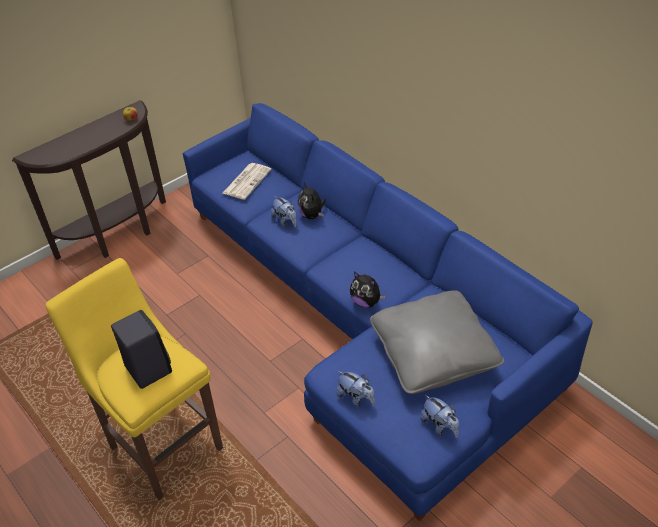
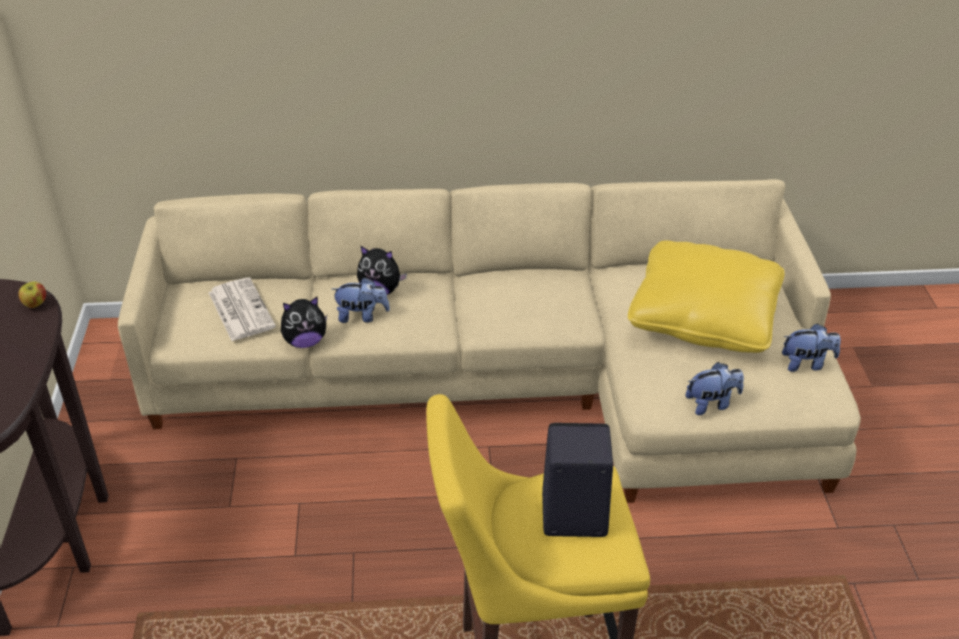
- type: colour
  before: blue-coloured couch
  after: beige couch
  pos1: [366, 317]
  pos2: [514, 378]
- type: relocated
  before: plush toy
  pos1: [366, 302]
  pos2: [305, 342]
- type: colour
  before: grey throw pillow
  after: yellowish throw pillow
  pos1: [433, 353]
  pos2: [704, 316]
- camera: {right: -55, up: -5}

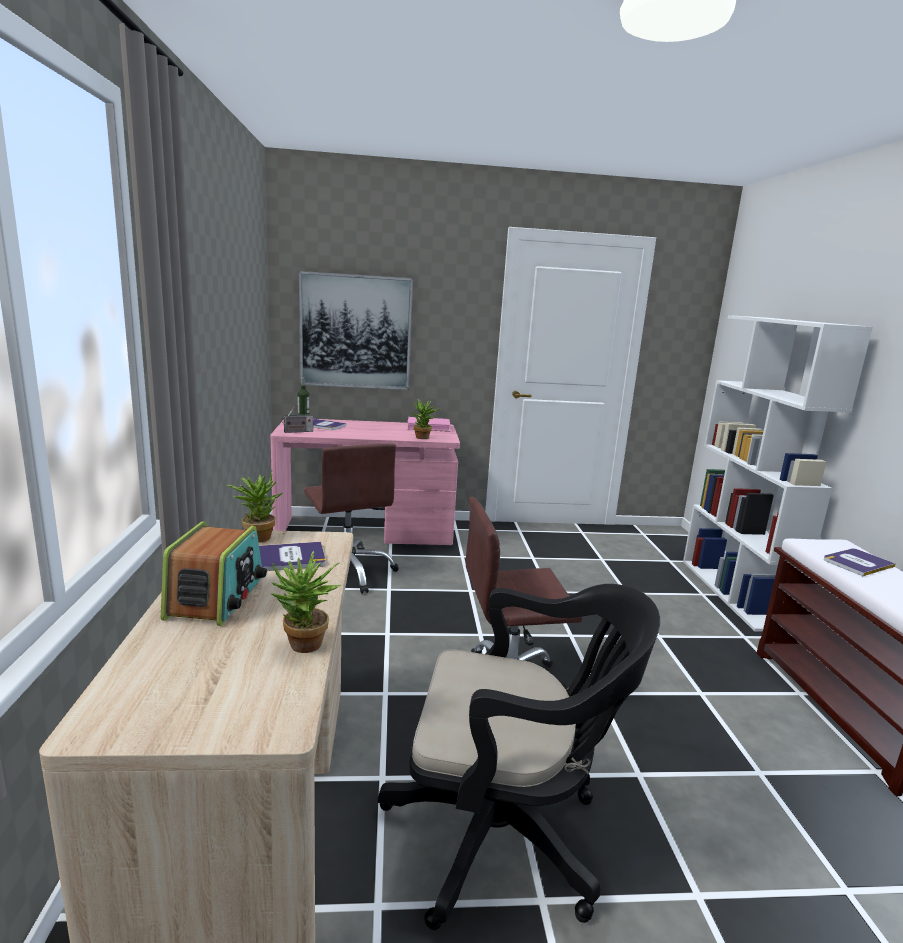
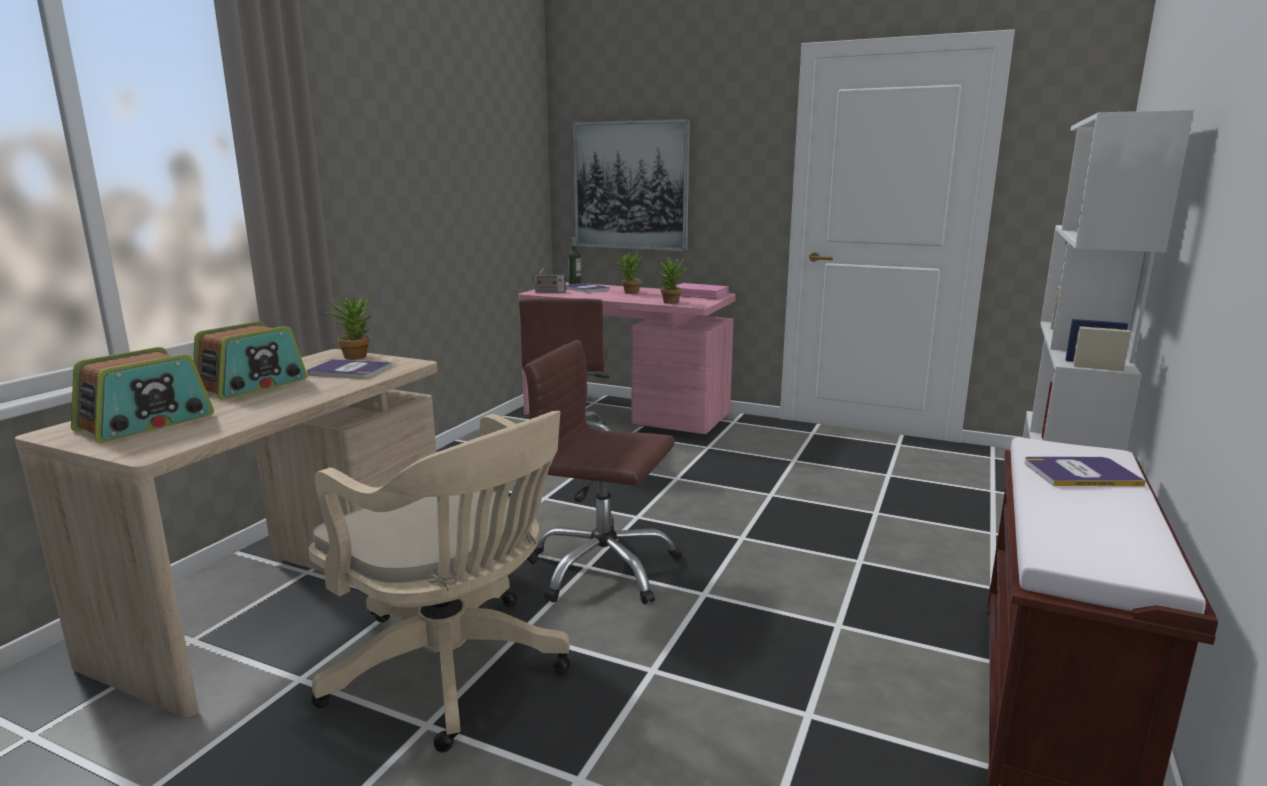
- type: relocated
  before: houseplant
  pos1: [303, 648]
  pos2: [629, 293]
- type: colour
  before: black-coloured office chair
  after: beige office chair
  pos1: [505, 835]
  pos2: [455, 671]
- type: appeared
  after: radio receiver
  pos2: [146, 423]
- camera: {right: 30, up: 0}

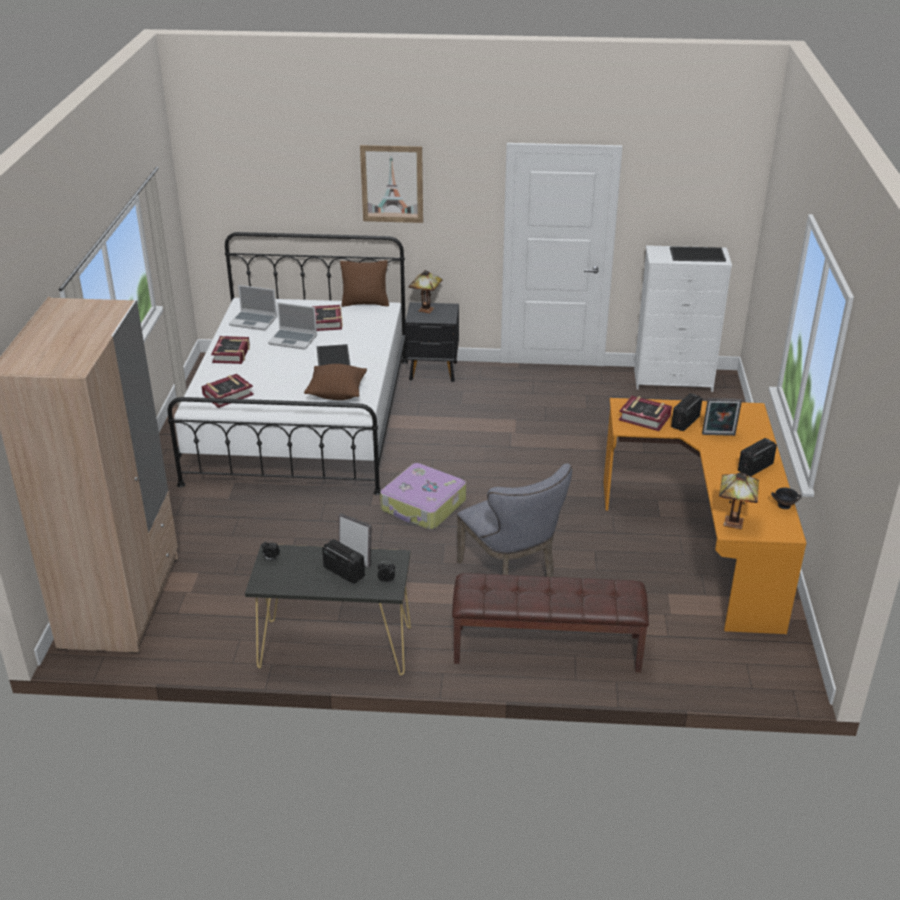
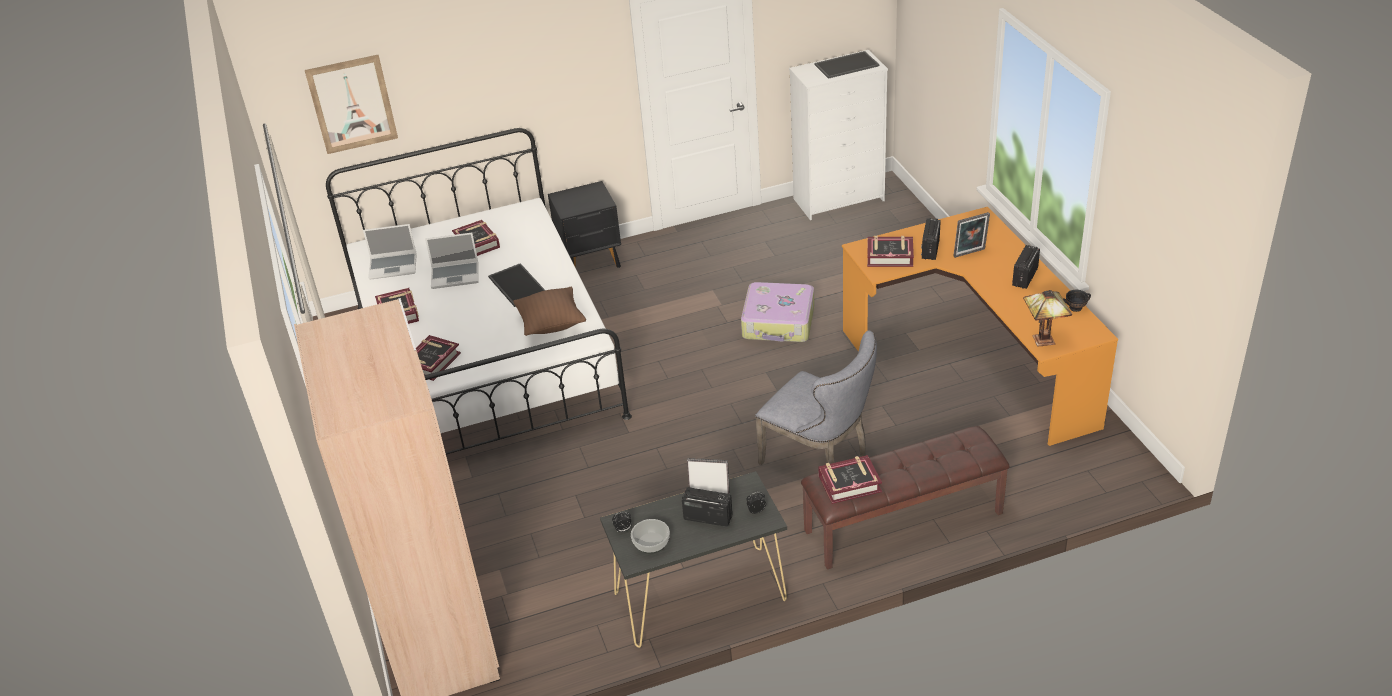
- type: relocated
  before: picture
  pos1: [392, 184]
  pos2: [352, 104]
- type: missing
  before: brown-coloured throw pillow
  pos1: [365, 303]
- type: missing
  before: lamp for a table
  pos1: [426, 310]
- type: relocated
  before: travel case
  pos1: [423, 506]
  pos2: [779, 322]
- type: appeared
  after: book
  pos2: [849, 483]
- type: appeared
  after: bowl
  pos2: [650, 543]
- camera: {right: -20, up: 5}

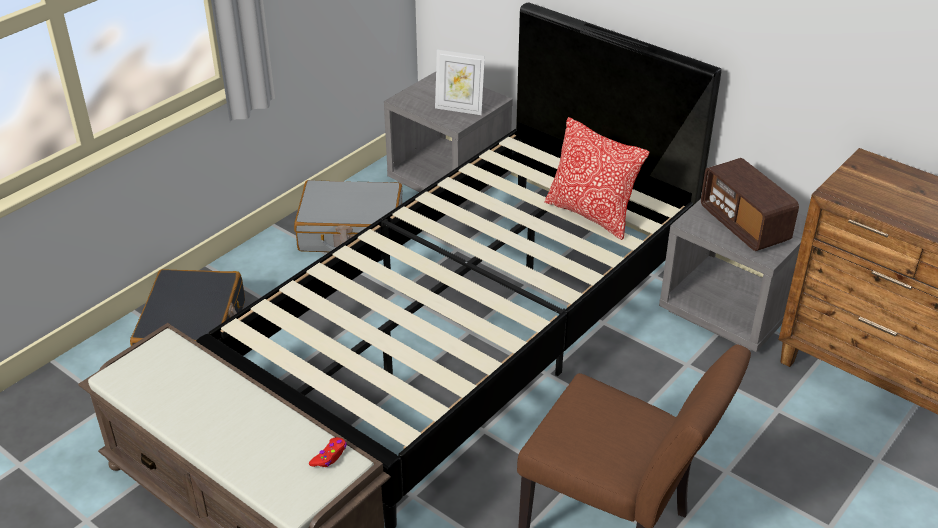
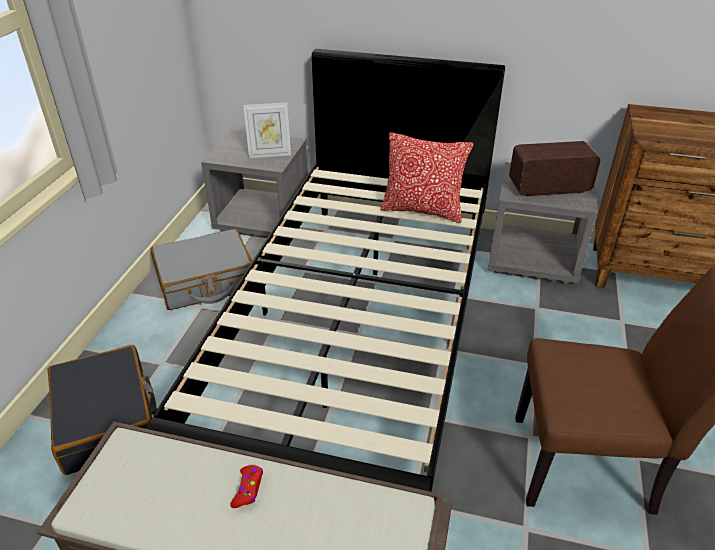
- type: spun
  before: radio receiver
  pos1: [744, 225]
  pos2: [549, 187]
  turn: 135
- type: relocated
  before: reddish game controller
  pos1: [329, 456]
  pos2: [248, 489]
- camera: {right: -25, up: 0}

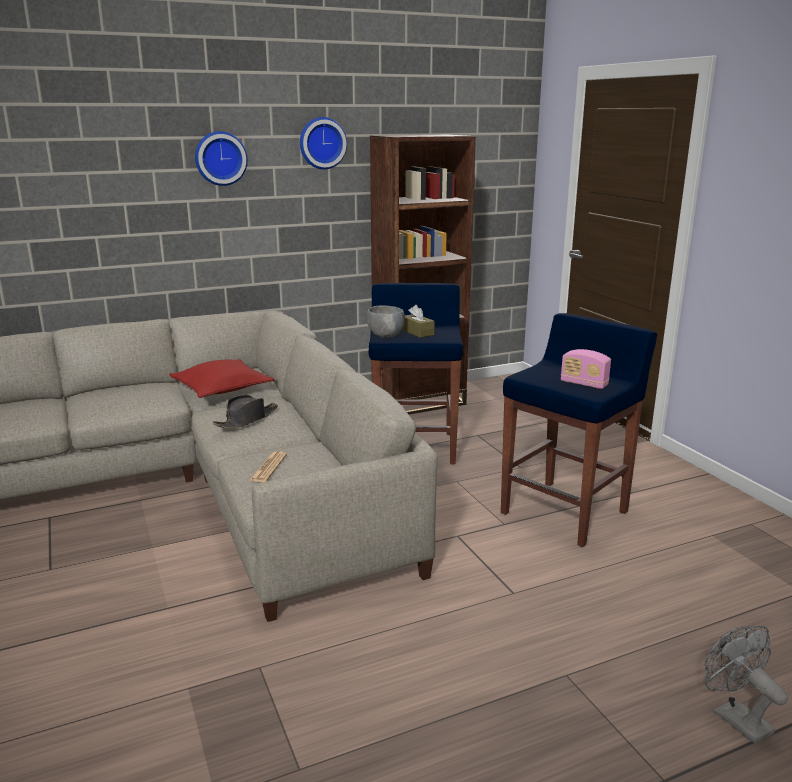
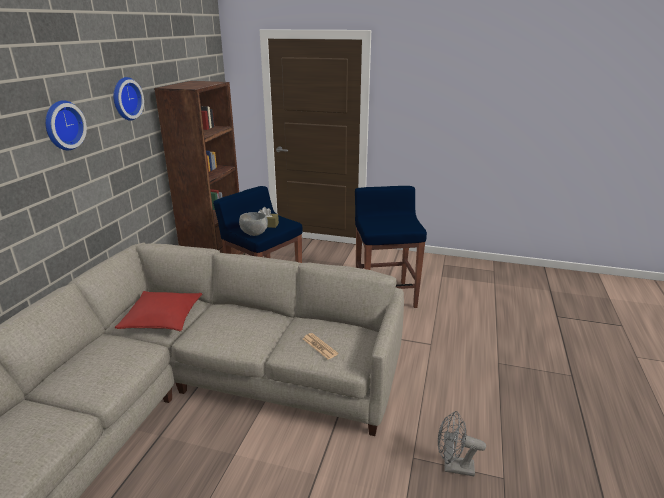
- type: missing
  before: radio receiver
  pos1: [584, 384]
- type: missing
  before: black-coloured wearable hat
  pos1: [247, 419]
- type: relocated
  before: grey cooling fan
  pos1: [734, 717]
  pos2: [453, 467]
- camera: {right: -50, up: 5}

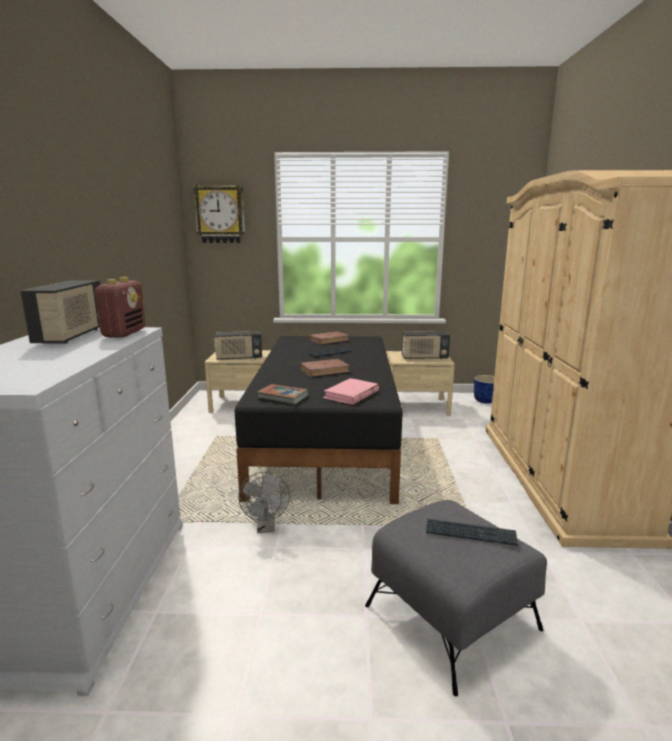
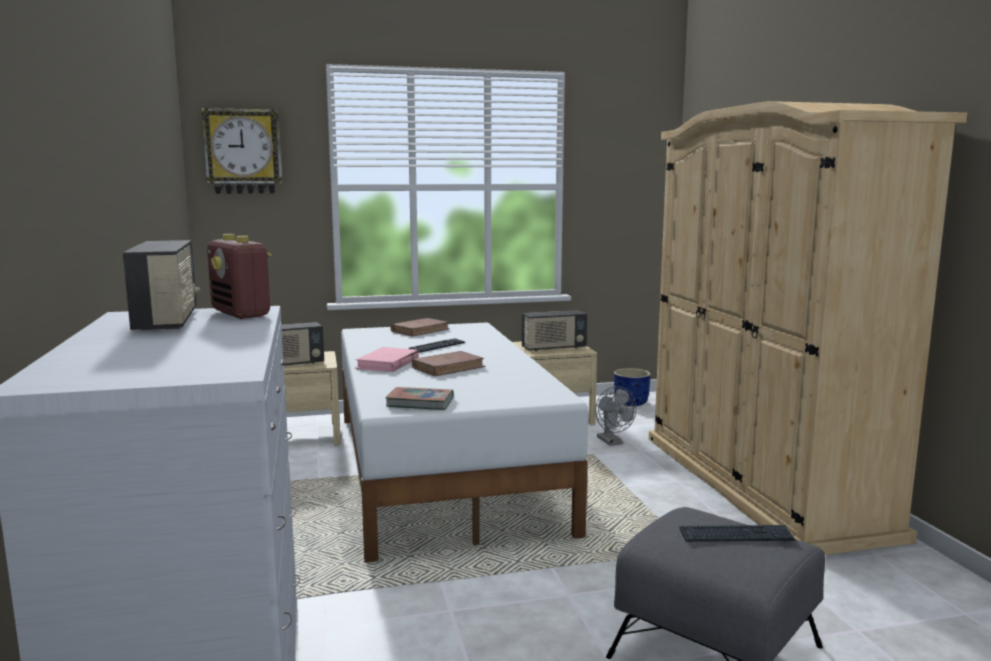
- type: spun
  before: radio receiver
  pos1: [124, 333]
  pos2: [241, 314]
  turn: 150
- type: colour
  before: black-coloured bed
  after: white bed
  pos1: [327, 437]
  pos2: [443, 468]
- type: relocated
  before: pinkish book
  pos1: [351, 394]
  pos2: [387, 363]
- type: relocated
  before: grey cooling fan
  pos1: [266, 527]
  pos2: [612, 442]
- camera: {right: -15, up: -5}

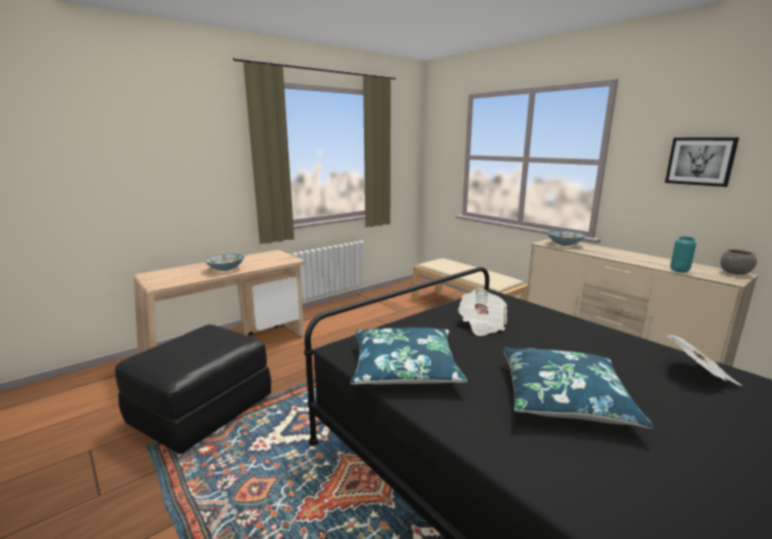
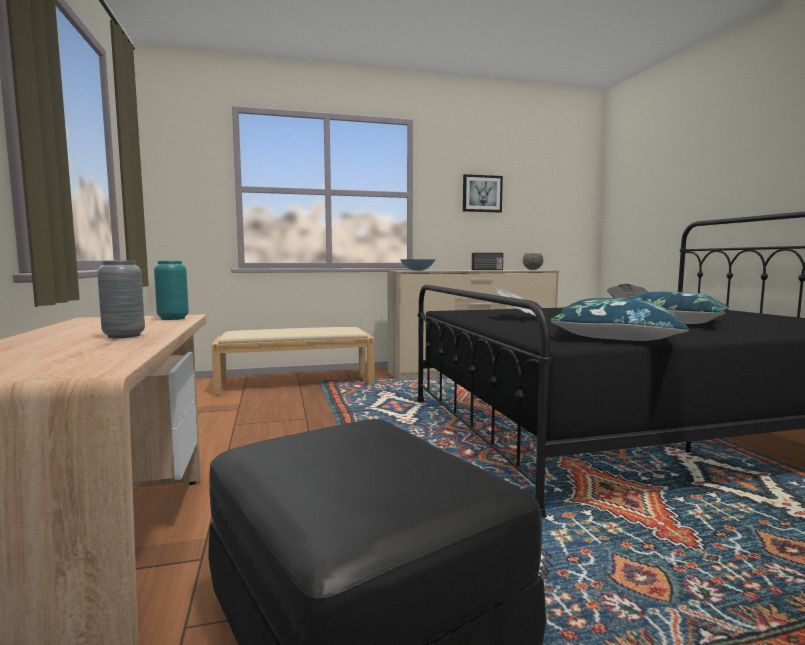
- type: relocated
  before: turquoise flower vase
  pos1: [679, 270]
  pos2: [173, 318]
- type: exchanged
  before: bowl
  after: grey flower vase
  pos1: [226, 269]
  pos2: [124, 336]
- type: appeared
  after: radio receiver
  pos2: [487, 270]
- camera: {right: -65, up: -10}

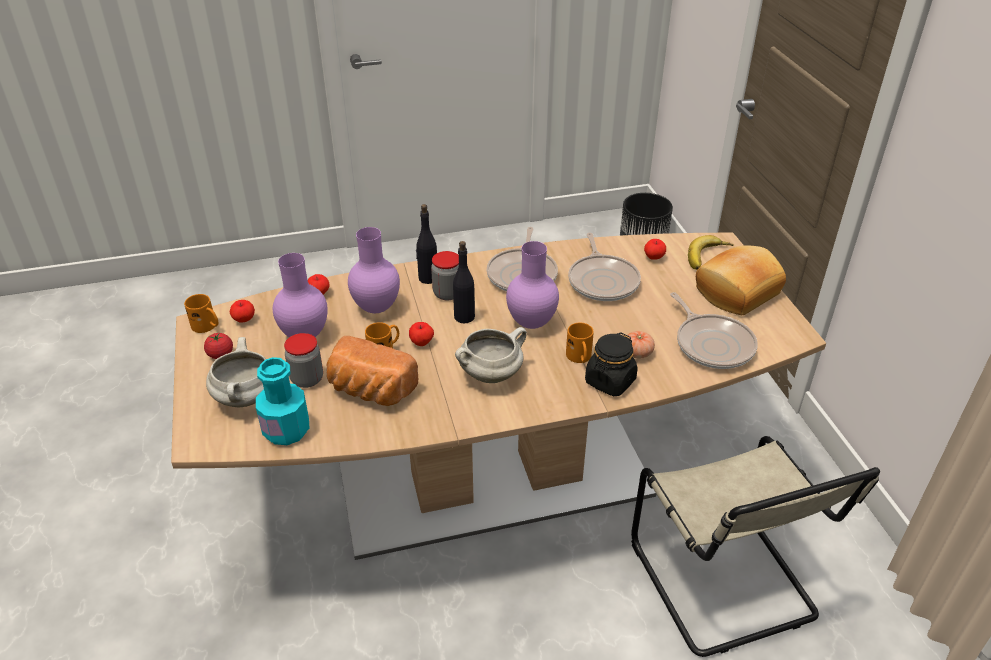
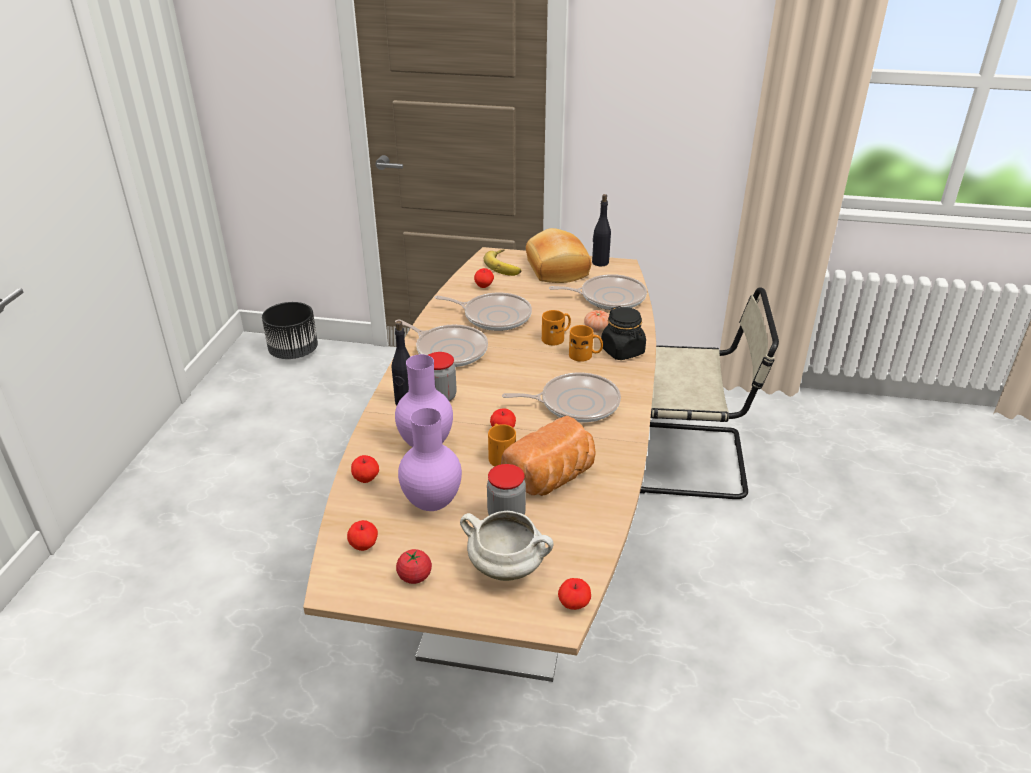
- type: relocated
  before: black-coloured beverage bottle
  pos1: [464, 317]
  pos2: [600, 262]
- type: missing
  before: purplish flower vase
  pos1: [530, 322]
- type: relocated
  before: orangey coffee mug
  pos1: [207, 326]
  pos2: [556, 338]
- type: exchanged
  before: white stockpot
  after: pan
  pos1: [491, 374]
  pos2: [575, 403]
- type: missing
  before: turquoise beverage bottle
  pos1: [286, 430]
- type: appeared
  after: whole apple
  pos2: [573, 605]
- camera: {right: -65, up: -5}

